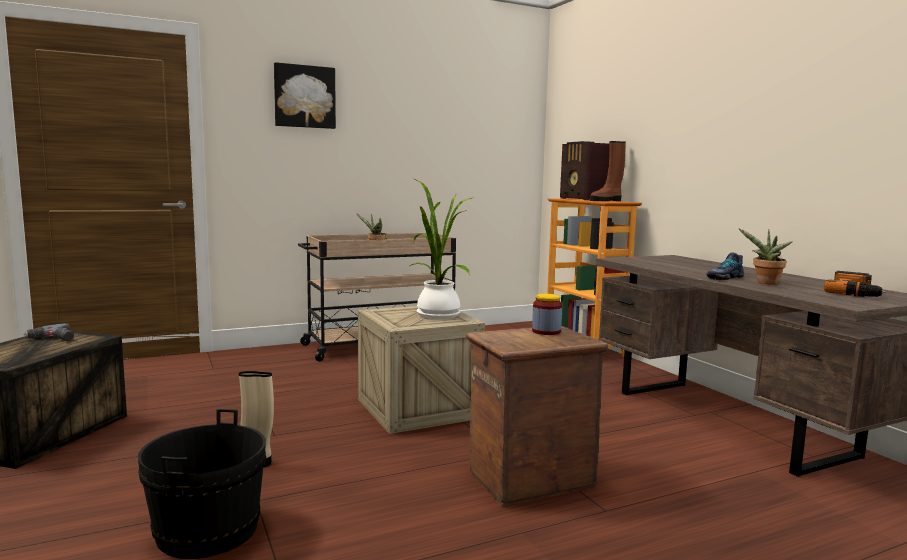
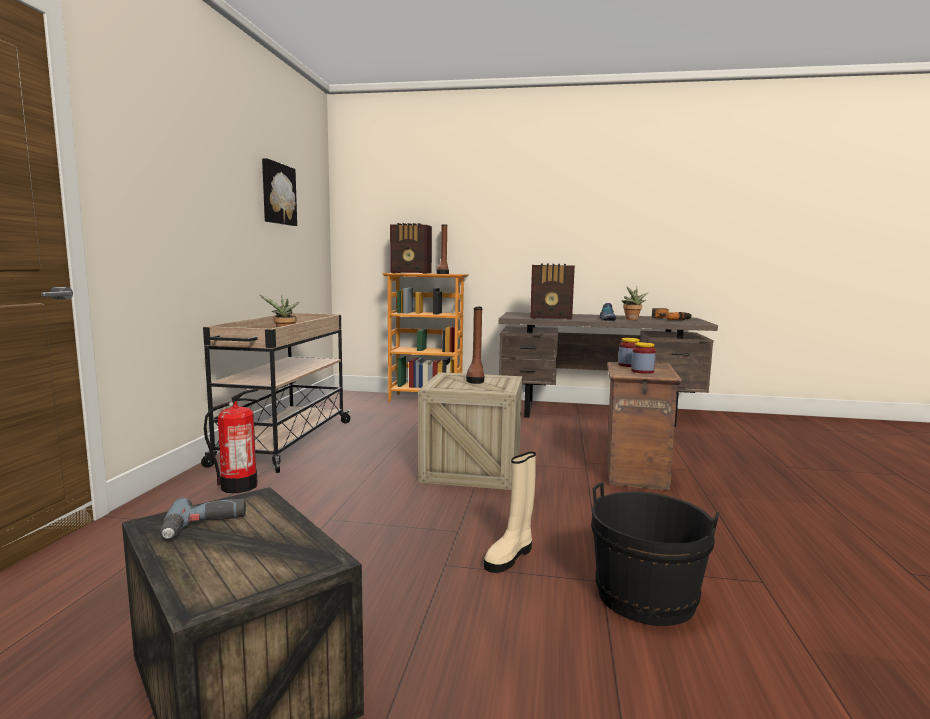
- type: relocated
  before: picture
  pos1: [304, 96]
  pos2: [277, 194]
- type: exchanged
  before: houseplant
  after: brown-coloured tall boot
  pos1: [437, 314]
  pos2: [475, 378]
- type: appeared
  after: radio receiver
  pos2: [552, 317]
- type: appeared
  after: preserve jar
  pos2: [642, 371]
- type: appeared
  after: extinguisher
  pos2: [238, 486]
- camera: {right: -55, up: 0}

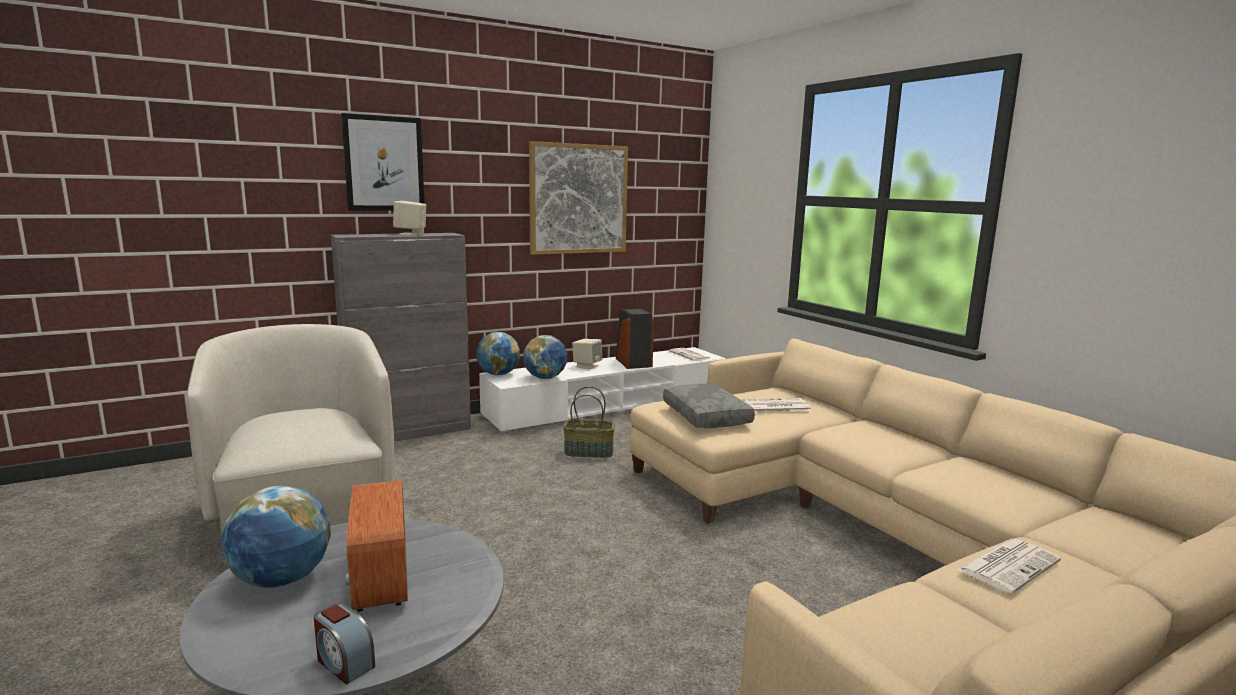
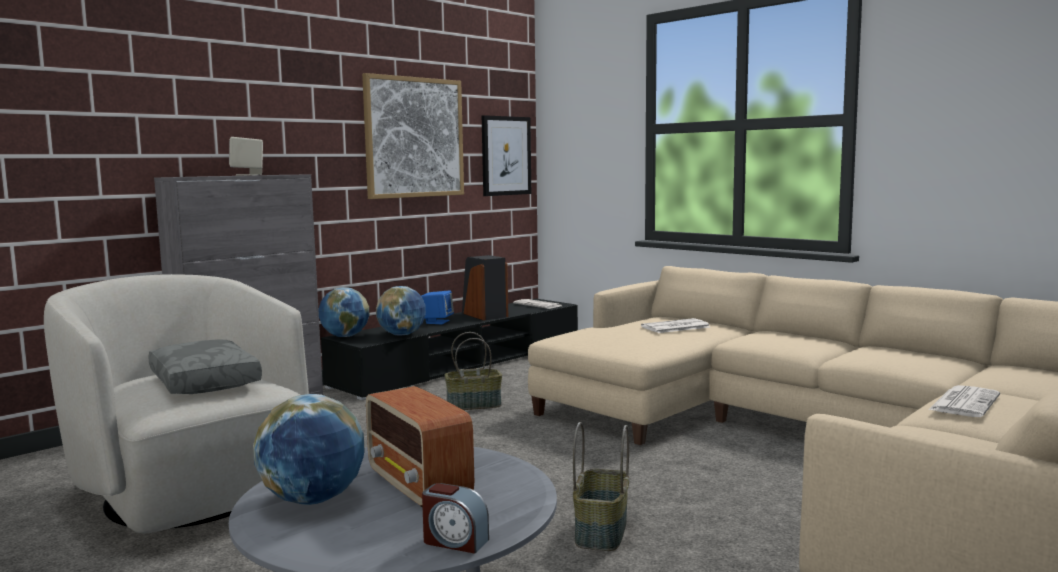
- type: relocated
  before: picture
  pos1: [384, 163]
  pos2: [505, 156]
- type: colour
  before: beige loudspeaker
  after: blue-coloured loudspeaker
  pos1: [587, 366]
  pos2: [437, 322]
- type: colour
  before: white tv stand
  after: black-coloured tv stand
  pos1: [609, 405]
  pos2: [463, 365]
- type: relocated
  before: grey throw pillow
  pos1: [707, 416]
  pos2: [207, 381]
- type: appeared
  after: household basket
  pos2: [602, 532]
- camera: {right: -15, up: -5}

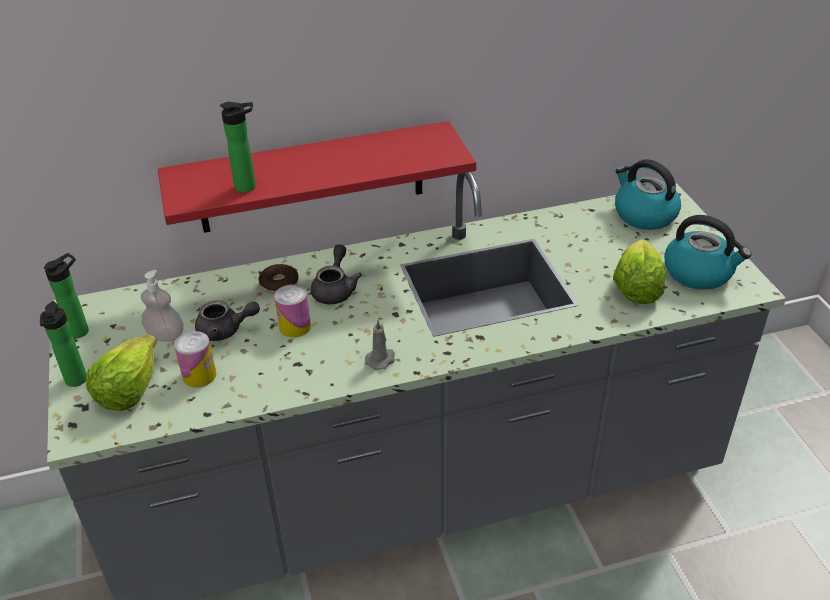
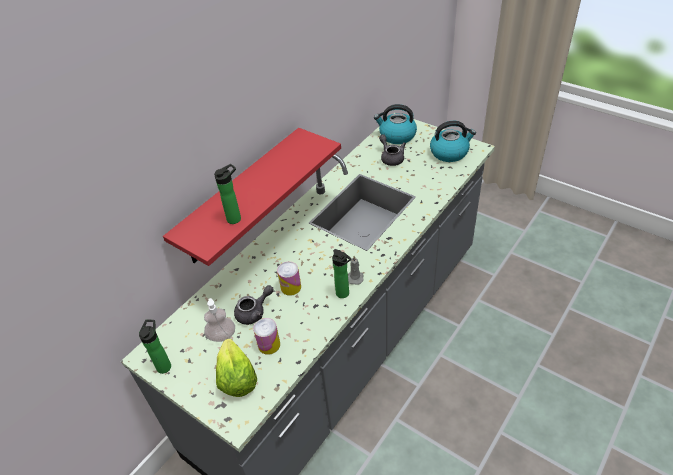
- type: missing
  before: head of lettuce
  pos1: [636, 287]
- type: relocated
  before: grey tea pot
  pos1: [335, 289]
  pos2: [391, 157]
- type: missing
  before: donut
  pos1: [279, 284]
- type: relocated
  before: beverage bottle
  pos1: [75, 382]
  pos2: [344, 294]
- camera: {right: -35, up: 5}

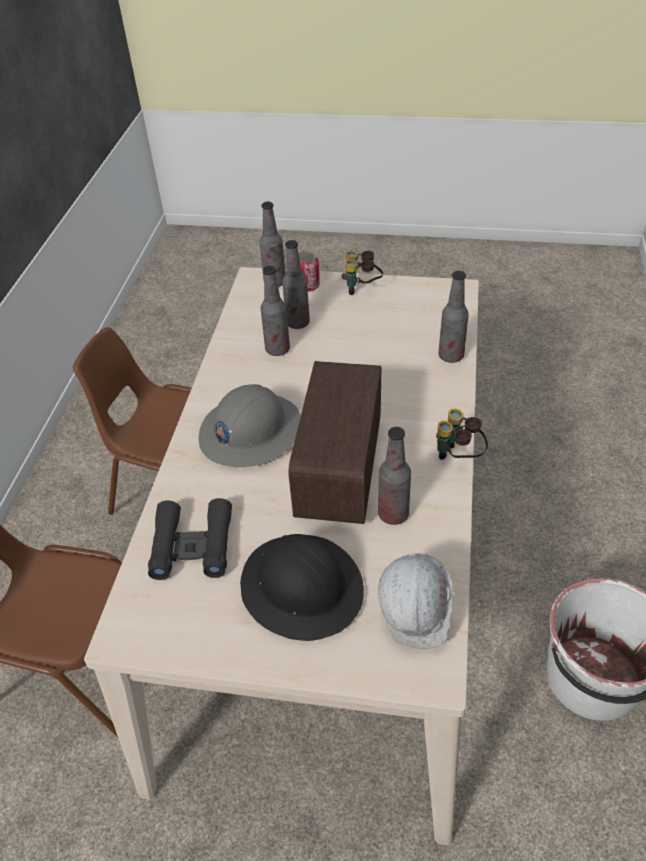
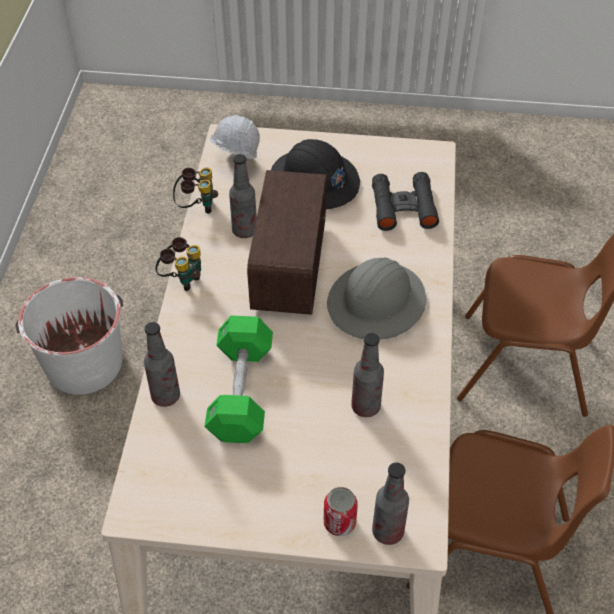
- type: missing
  before: beverage bottle
  pos1: [298, 323]
- type: relocated
  before: field glasses
  pos1: [362, 289]
  pos2: [197, 206]
- type: appeared
  after: green-coloured free weight
  pos2: [241, 391]
- camera: {right: 175, up: 5}

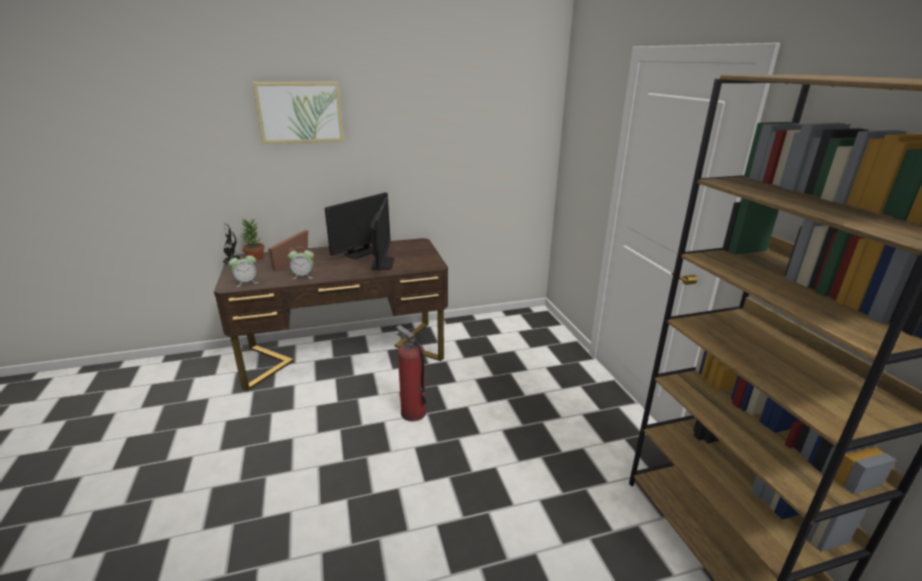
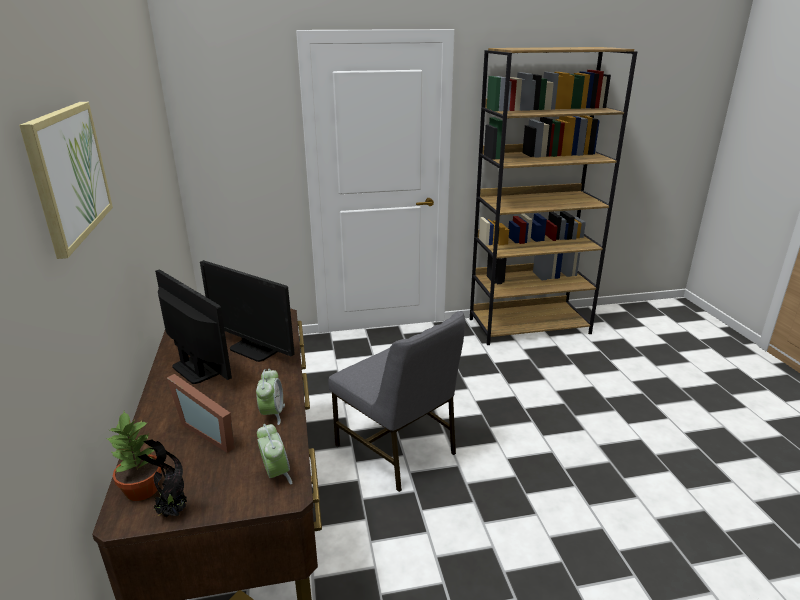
- type: spun
  before: monitor
  pos1: [382, 263]
  pos2: [254, 349]
  turn: -150
- type: exchanged
  before: extinguisher
  after: grey upright chair
  pos1: [413, 413]
  pos2: [397, 449]
- camera: {right: -85, up: 0}

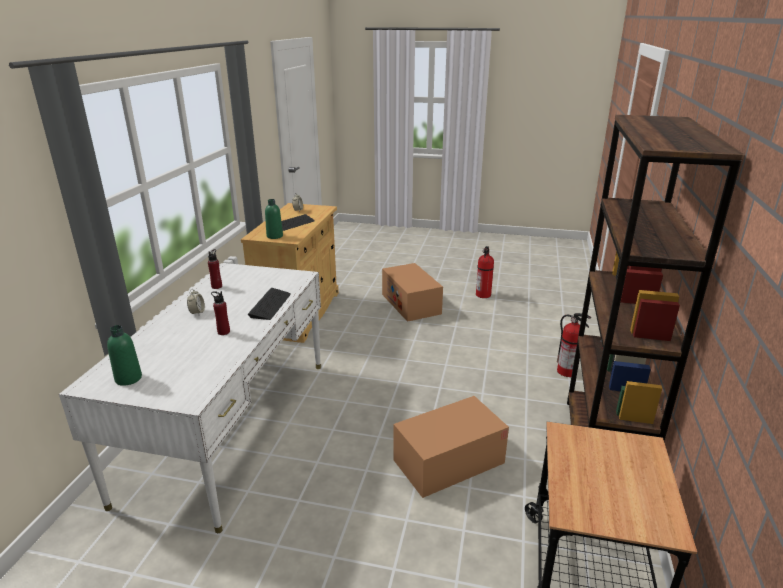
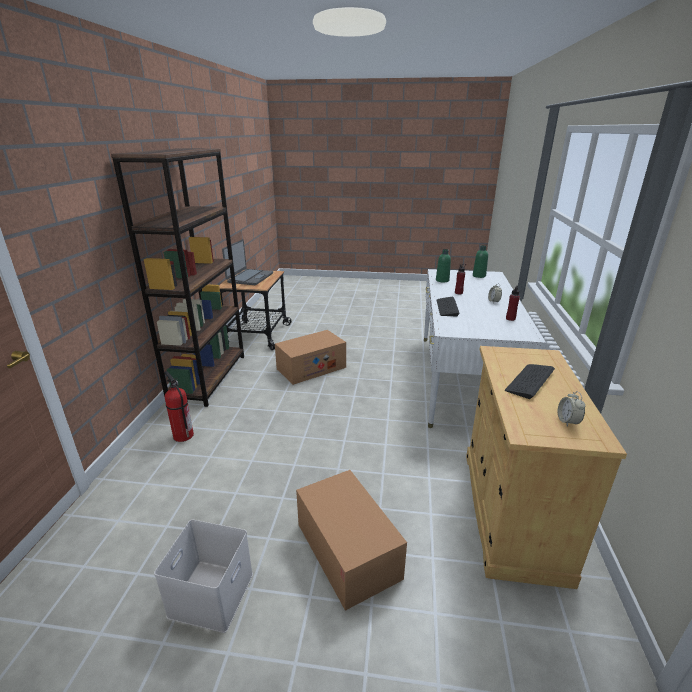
- type: relocated
  before: green-coloured beverage bottle
  pos1: [274, 236]
  pos2: [442, 280]
- type: exchanged
  before: extinguisher
  after: white storage box
  pos1: [483, 295]
  pos2: [211, 593]
- type: appeared
  after: laptop
  pos2: [250, 278]
- camera: {right: 175, up: 0}

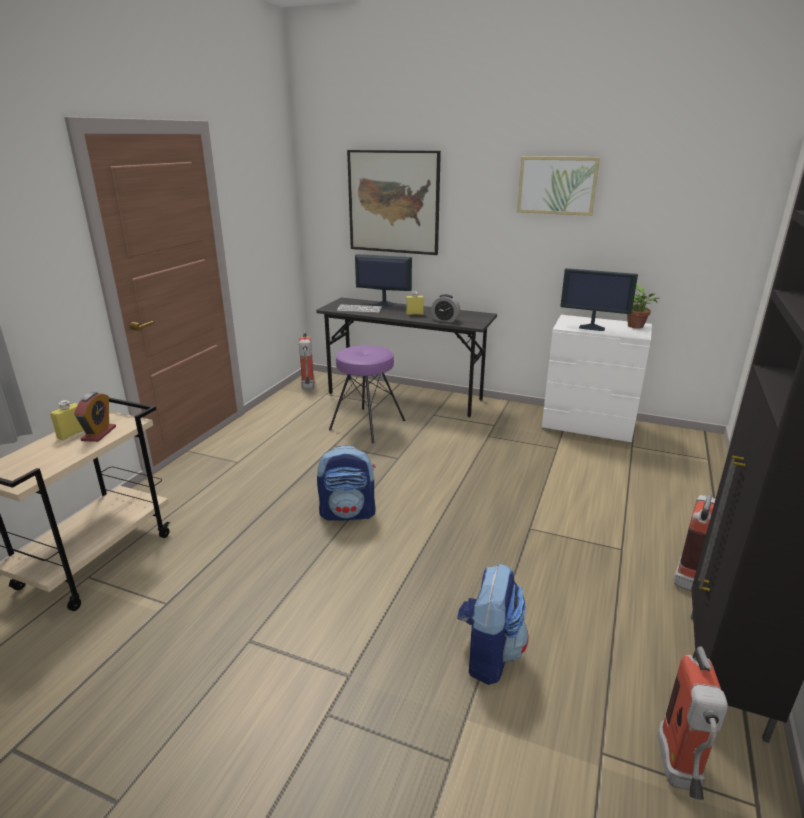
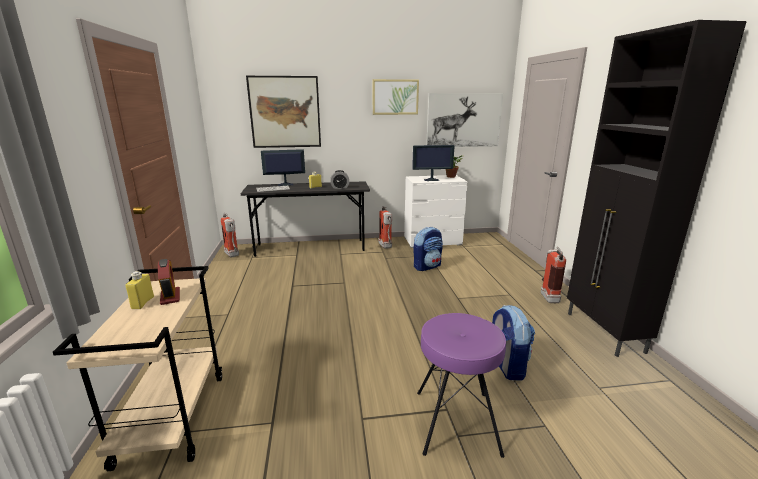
- type: relocated
  before: purplish sitting stool
  pos1: [367, 425]
  pos2: [455, 422]
- type: relocated
  before: rucksack
  pos1: [348, 513]
  pos2: [427, 266]
- type: relocated
  before: extinguisher
  pos1: [680, 775]
  pos2: [386, 247]
- type: appeared
  after: picture
  pos2: [463, 120]
- camera: {right: -30, up: -5}

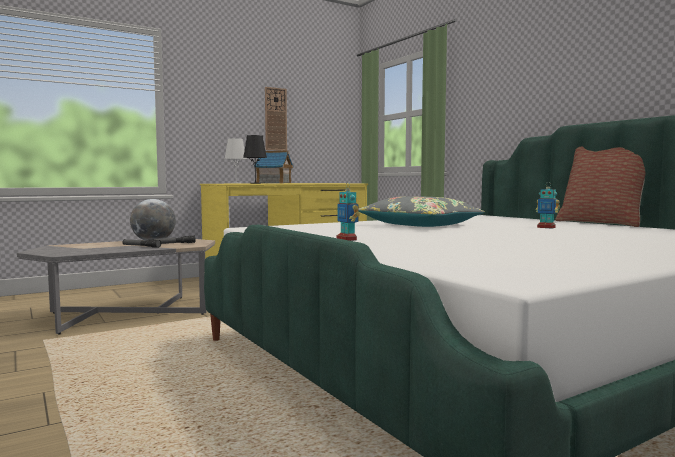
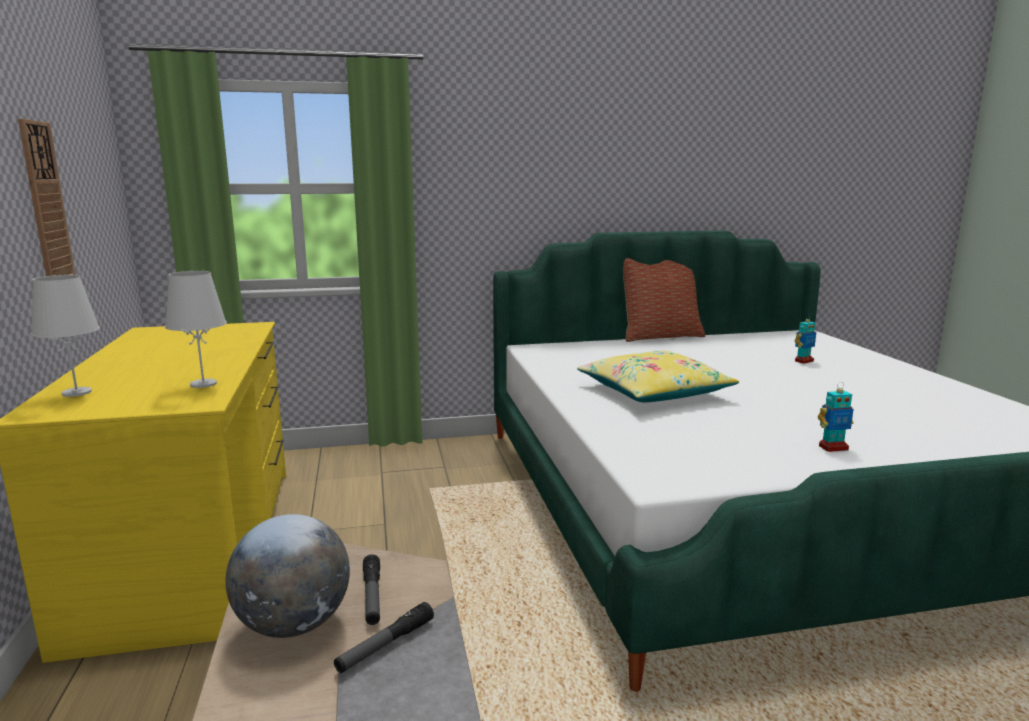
- type: colour
  before: black-coloured lamp for a table
  after: white lamp for a table
  pos1: [255, 183]
  pos2: [203, 384]
- type: missing
  before: model house
  pos1: [274, 183]
- type: relocated
  before: model robot
  pos1: [546, 227]
  pos2: [803, 361]
- type: colour
  before: grey throw pillow
  after: yellowish throw pillow
  pos1: [420, 225]
  pos2: [654, 392]
- camera: {right: -70, up: 10}

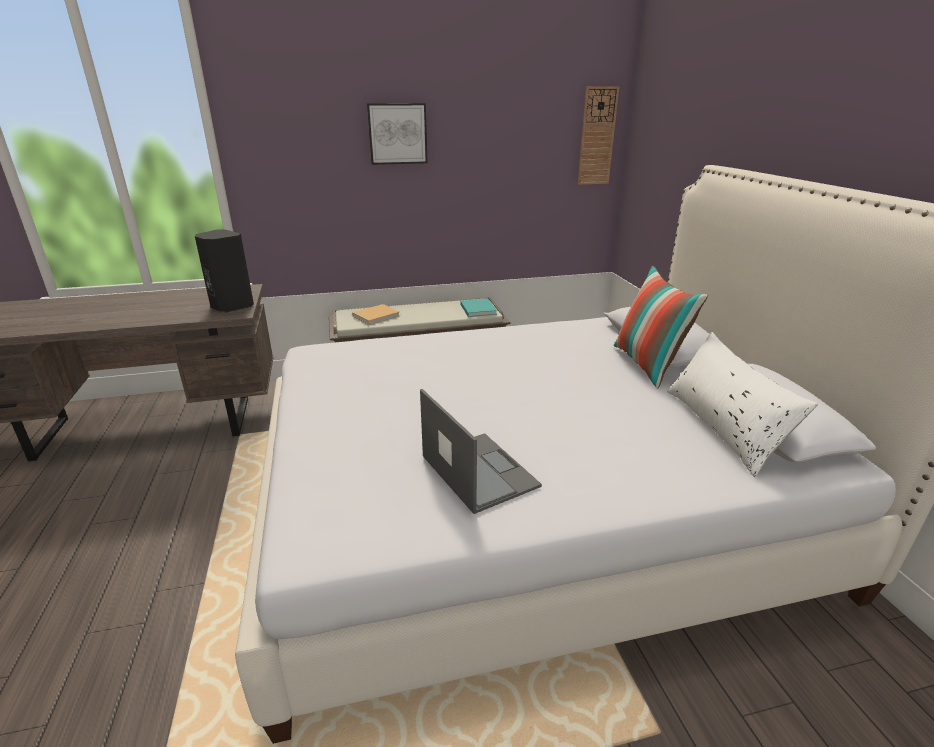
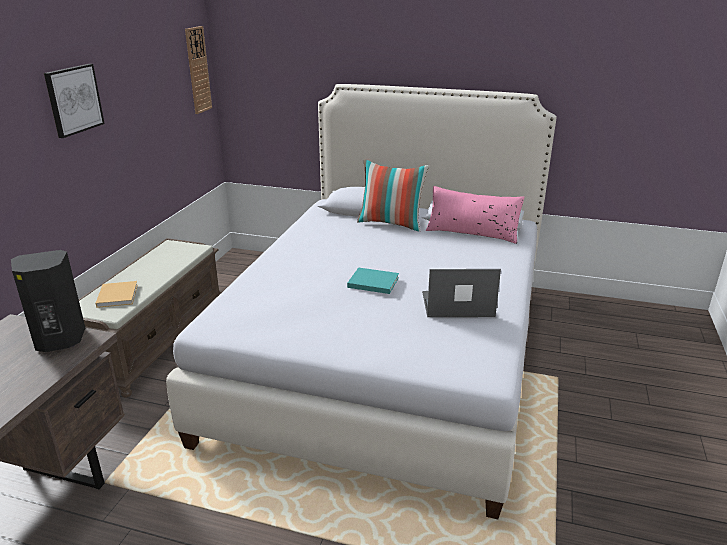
- type: relocated
  before: turquoise book
  pos1: [478, 309]
  pos2: [372, 282]
- type: colour
  before: white throw pillow
  after: pinkish throw pillow
  pos1: [723, 427]
  pos2: [472, 233]
- camera: {right: -60, up: 0}

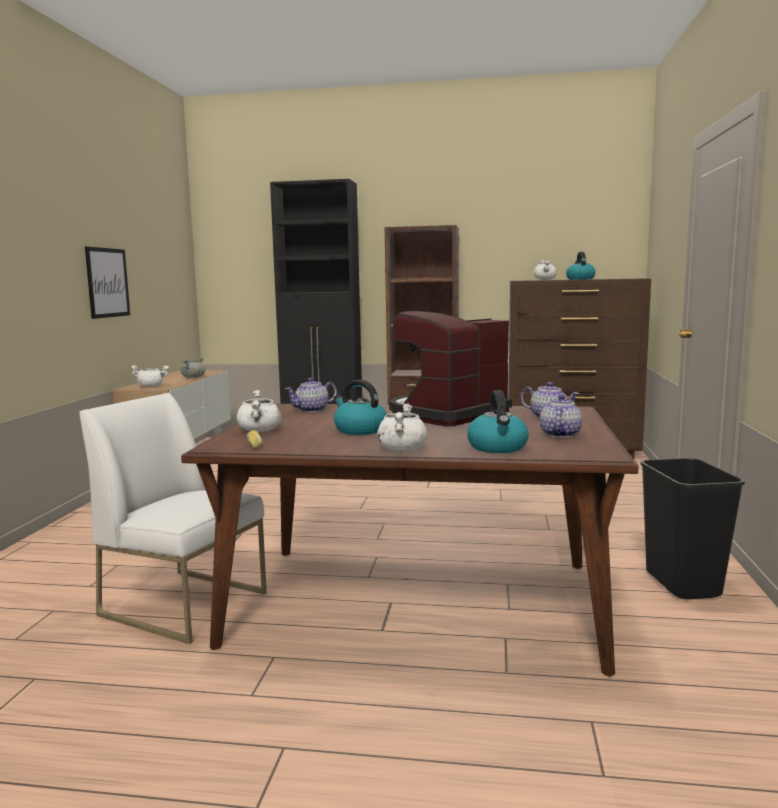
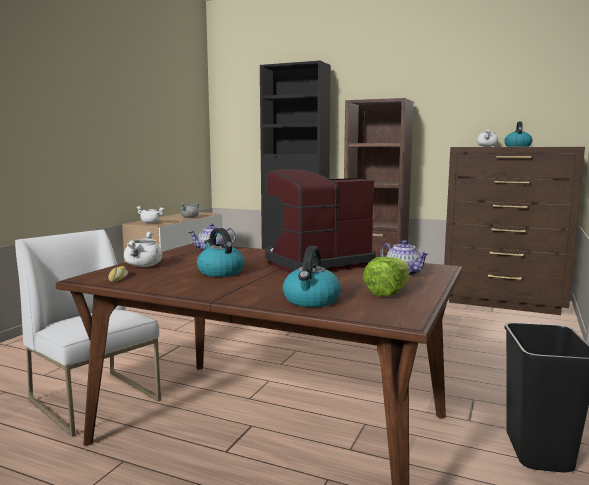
- type: missing
  before: picture
  pos1: [107, 282]
- type: exchanged
  before: tea pot
  after: head of lettuce
  pos1: [559, 434]
  pos2: [388, 292]
- type: missing
  before: white stockpot
  pos1: [401, 448]
- camera: {right: 15, up: 0}

